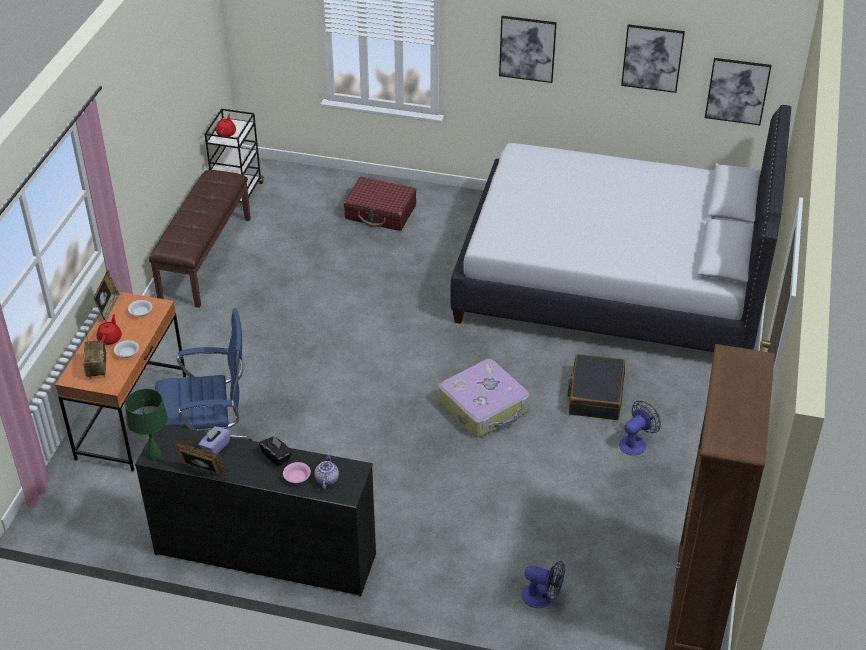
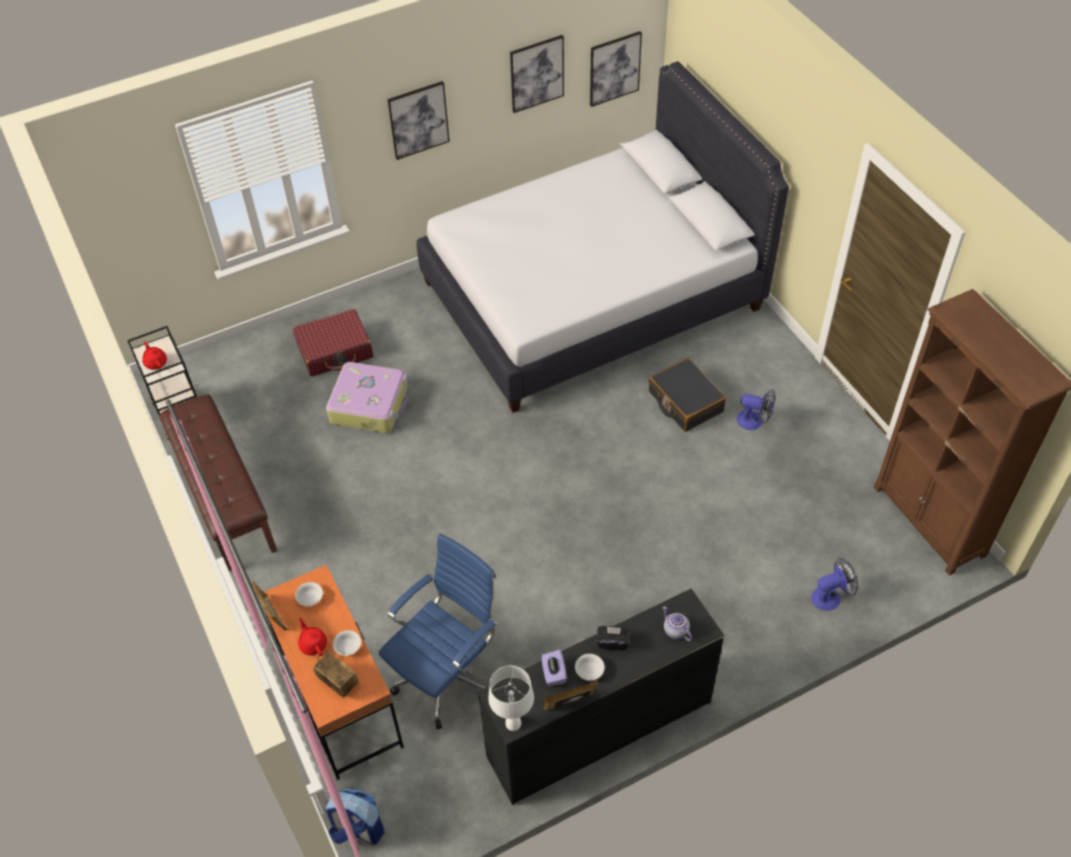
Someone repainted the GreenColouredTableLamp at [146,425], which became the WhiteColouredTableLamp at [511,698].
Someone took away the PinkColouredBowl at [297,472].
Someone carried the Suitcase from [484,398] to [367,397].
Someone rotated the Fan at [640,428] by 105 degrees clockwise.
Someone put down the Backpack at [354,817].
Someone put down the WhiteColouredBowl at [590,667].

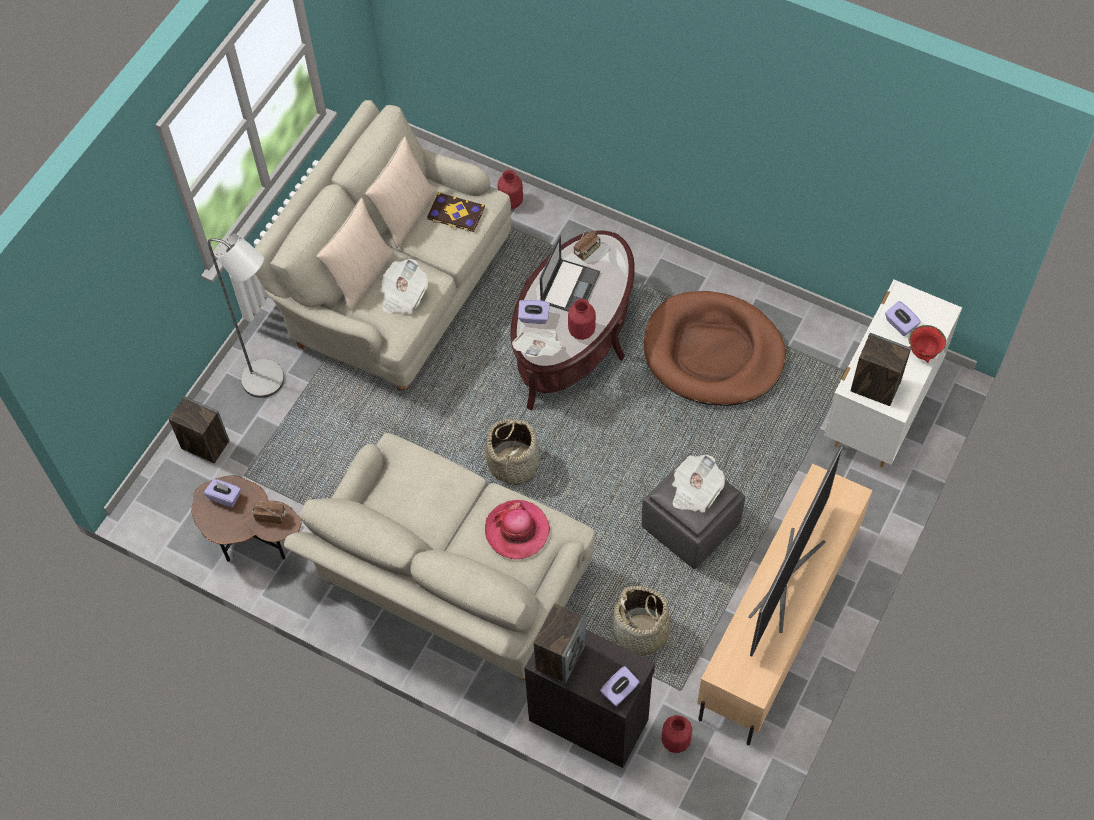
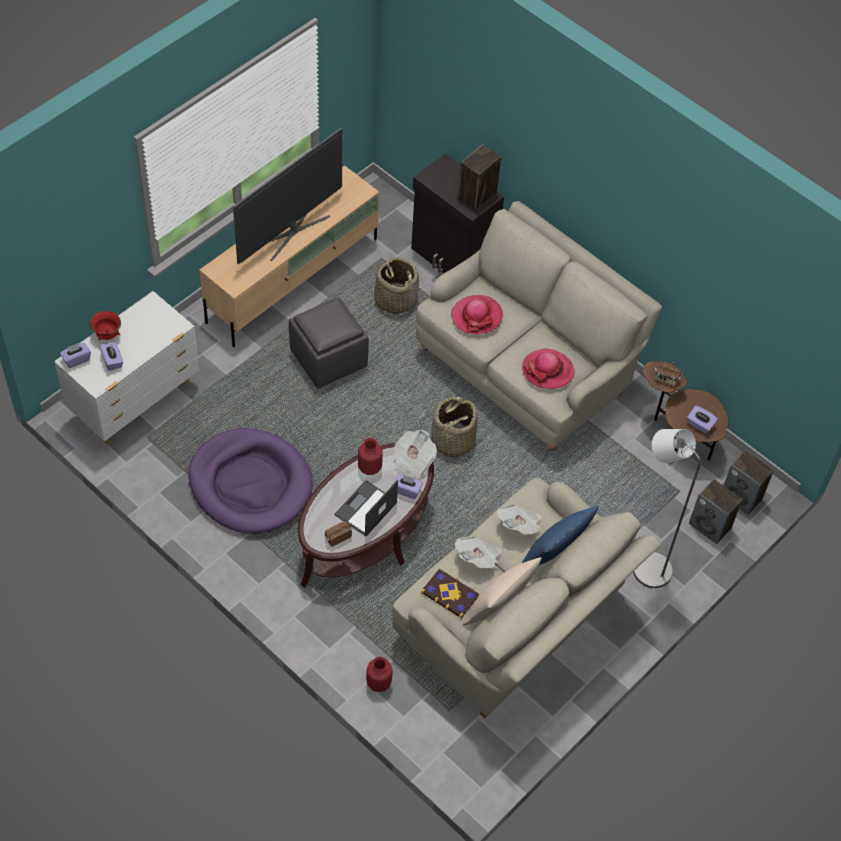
Someone repainted the BeigeColouredPillow at [355,254], which became the BluishPillow at [560,535].
Someone carried the PurpleColouredBoxOfTissues from [619,686] to [75,355].
Someone repainted the BrownishPetBed at [715,348], which became the PurpleColouredPetBed at [250,481].
Someone took away the RedDecorativeVase at [677,734].
Someone carried the DailyPaper from [698,484] to [478,552].
Someone carried the Speaker from [881,369] to [749,482].
Someone put down the WearableHat at [548,369].

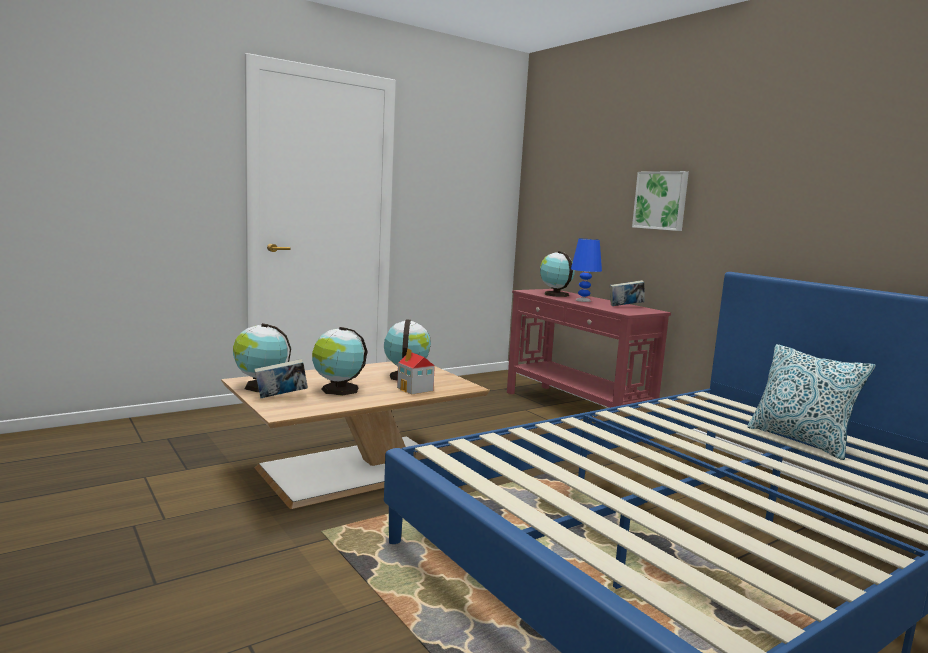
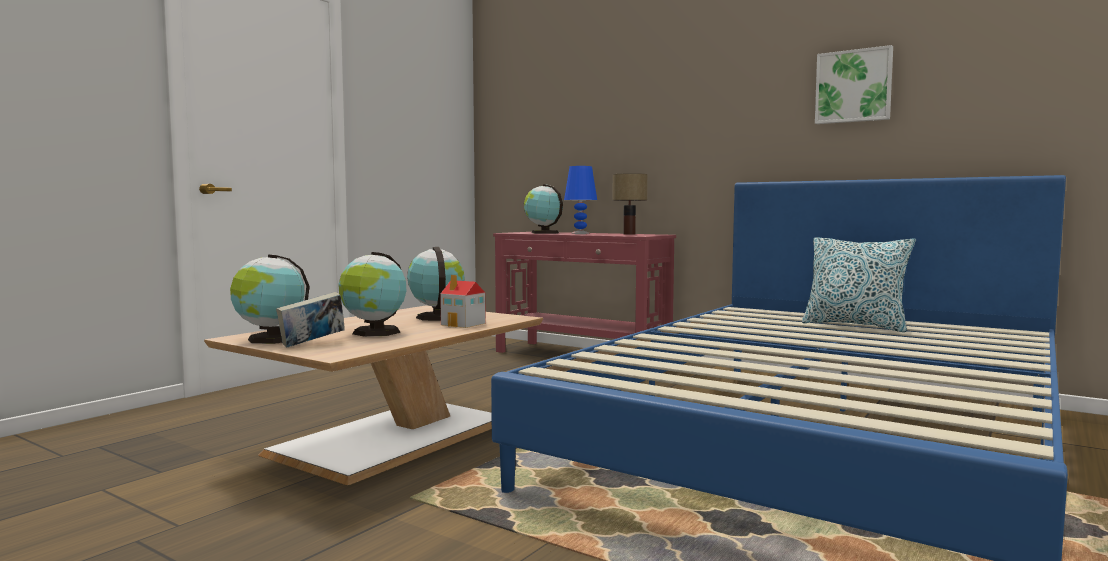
Someone swapped the BoundBook at [627,293] for the TableLamp at [629,204].
Someone carried the WallPicture from [660,201] to [854,84].

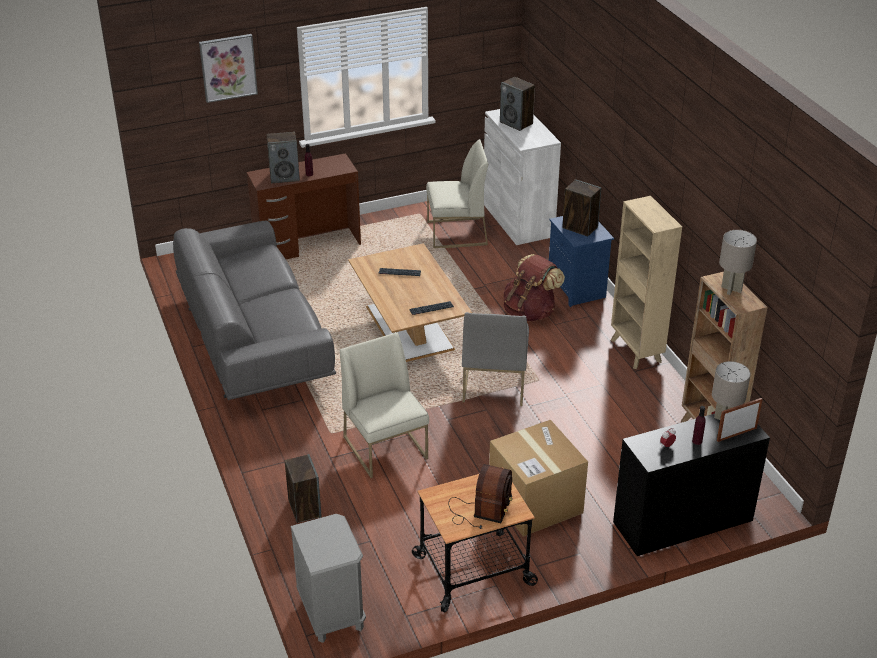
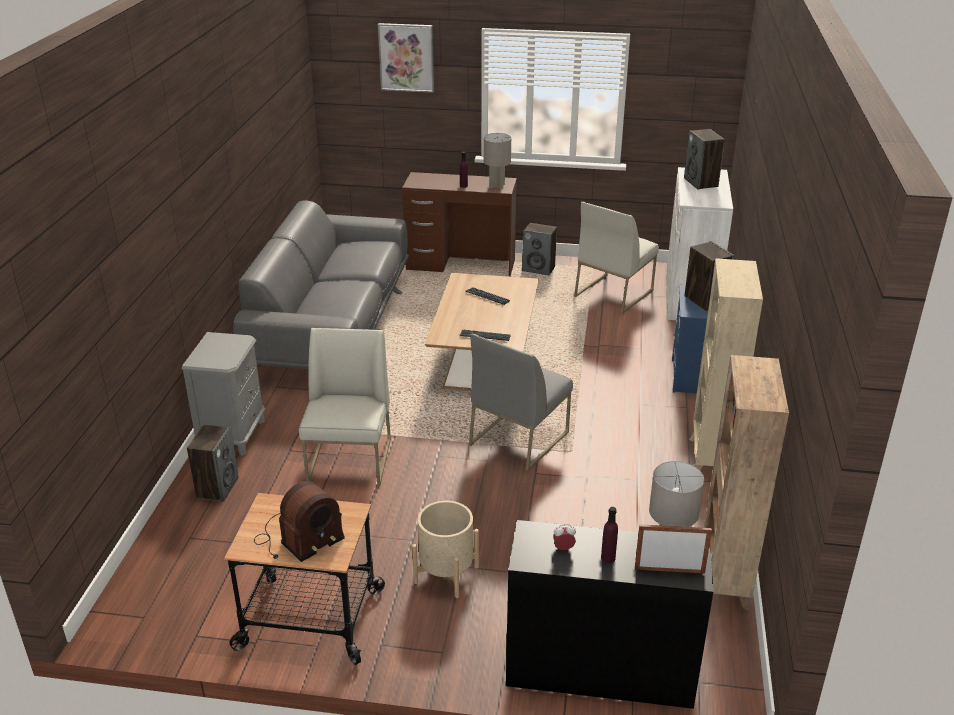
Someone carried the Speaker from [283,157] to [539,249].
Someone carried the GreyishNightTable from [328,578] to [224,394].
Someone rotated the WhiteColouredPlainChair at [457,193] by 105 degrees clockwise.
Someone swapped the Carton at [538,478] for the BeigeColouredPlanter at [445,549].
Someone took away the BrownishBackpack at [534,287].
Someone carried the GreyishTableLamp from [738,262] to [497,161].

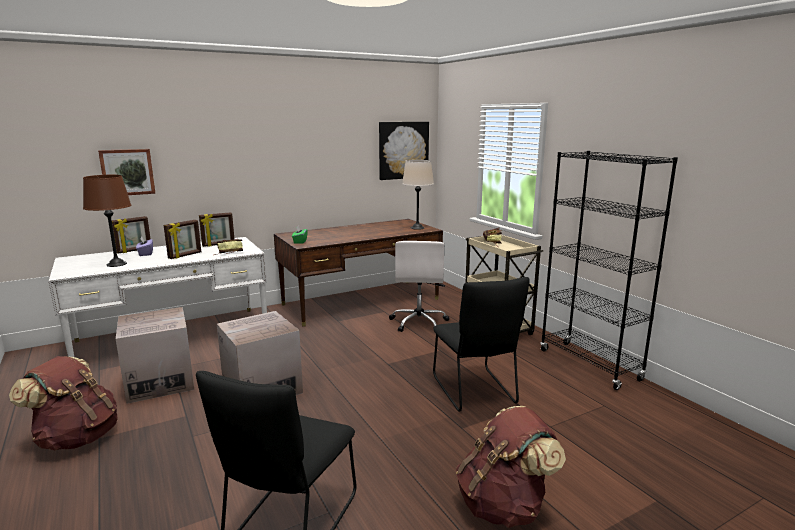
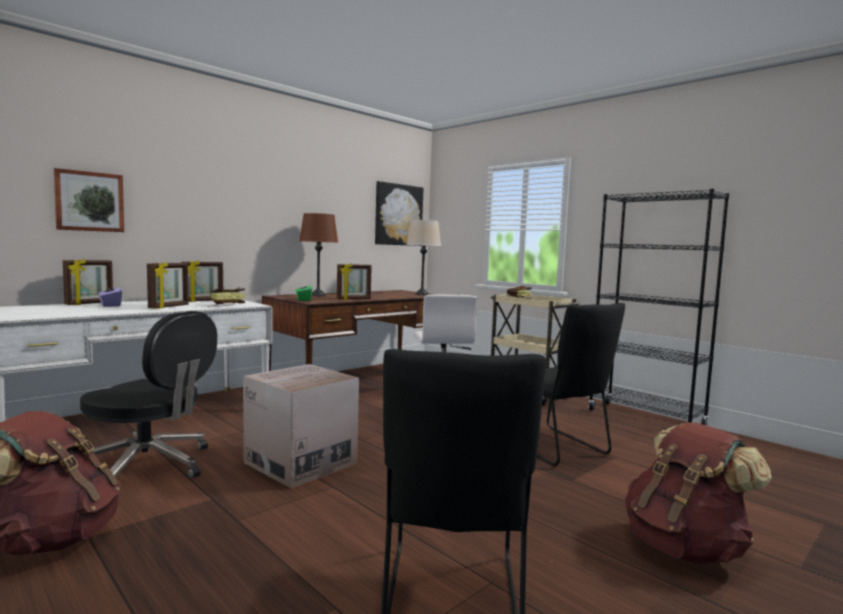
Someone carried the BrownishTableLamp from [107,221] to [318,254].
Someone swapped the Carton at [155,355] for the BlackColouredComputerChair at [148,395].
Someone put down the PictureFrame at [354,281].

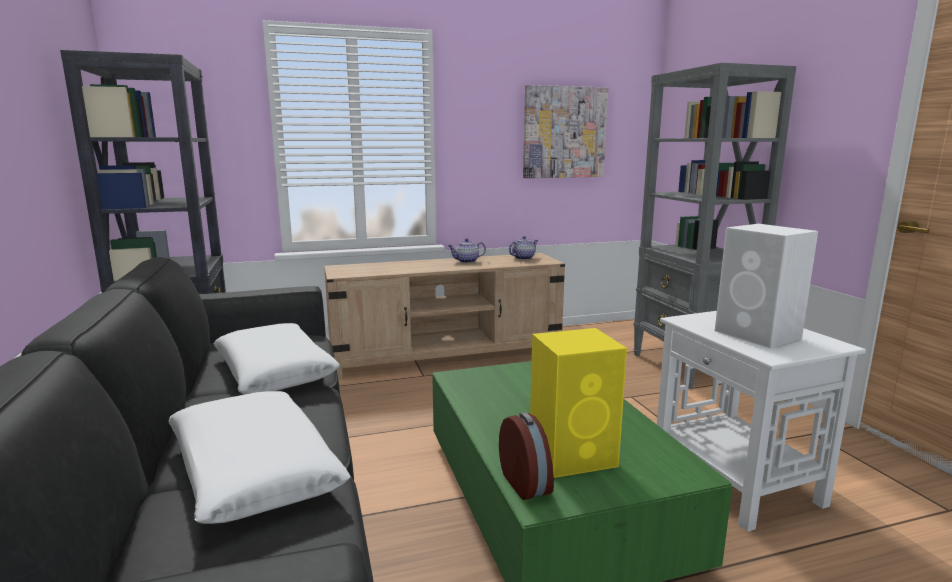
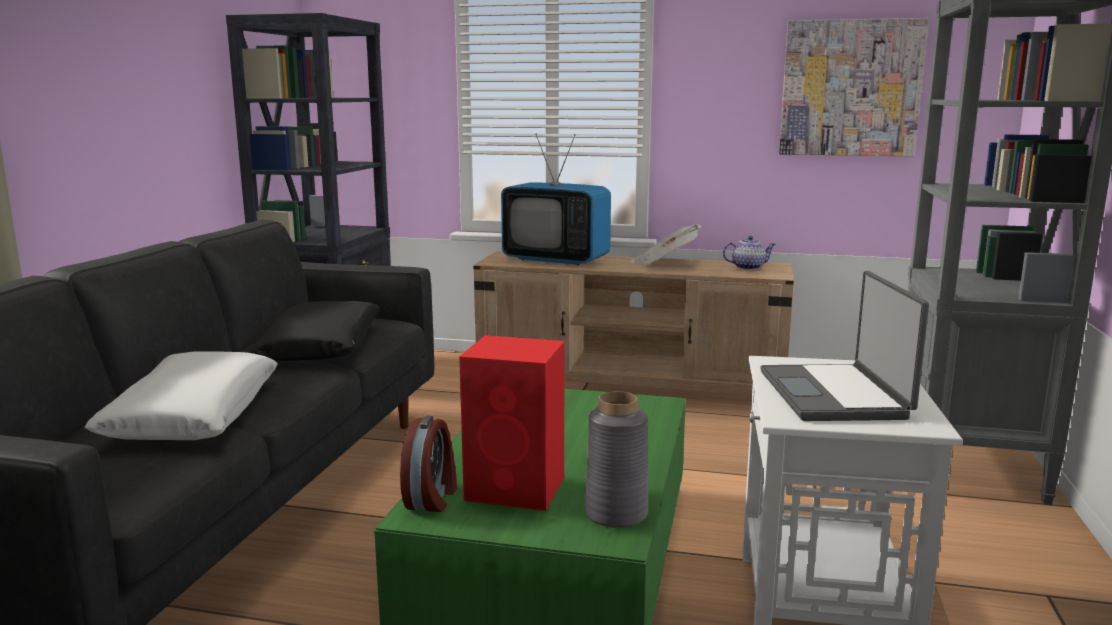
Someone repainted the WhiteColouredPillow at [277,358], which became the BlackColouredPillow at [314,331].
Someone swapped the TeaPot at [467,250] for the DailyPaper at [666,244].
Someone repainted the YellowColouredSpeaker at [578,403], which became the RedSpeaker at [512,423].
Someone swapped the WhiteColouredSpeaker at [766,286] for the Laptop at [845,346].
Someone put down the Television at [556,200].
Someone put down the GreyishDecorativeVase at [616,459].

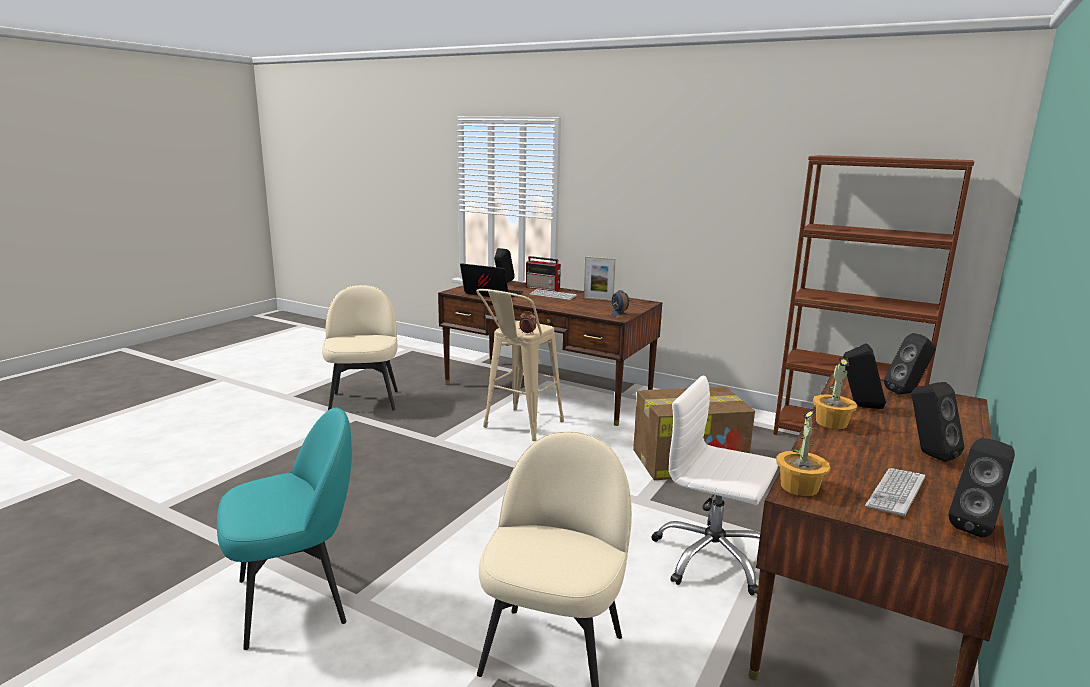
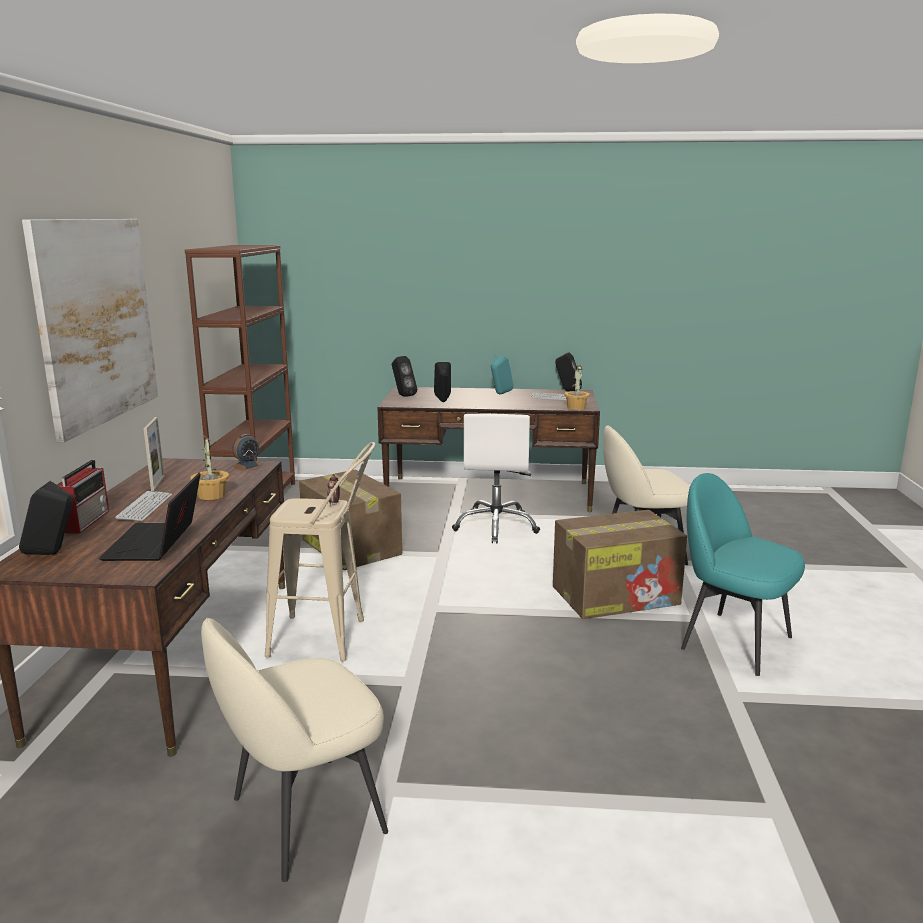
Someone carried the PottedPlant from [835,393] to [209,468].
Someone repainted the BlackColouredSpeaker at [938,422], which became the TurquoiseColouredSpeaker at [502,375].
Someone put up the WallPicture at [90,330].
Someone put down the Carton at [620,564].

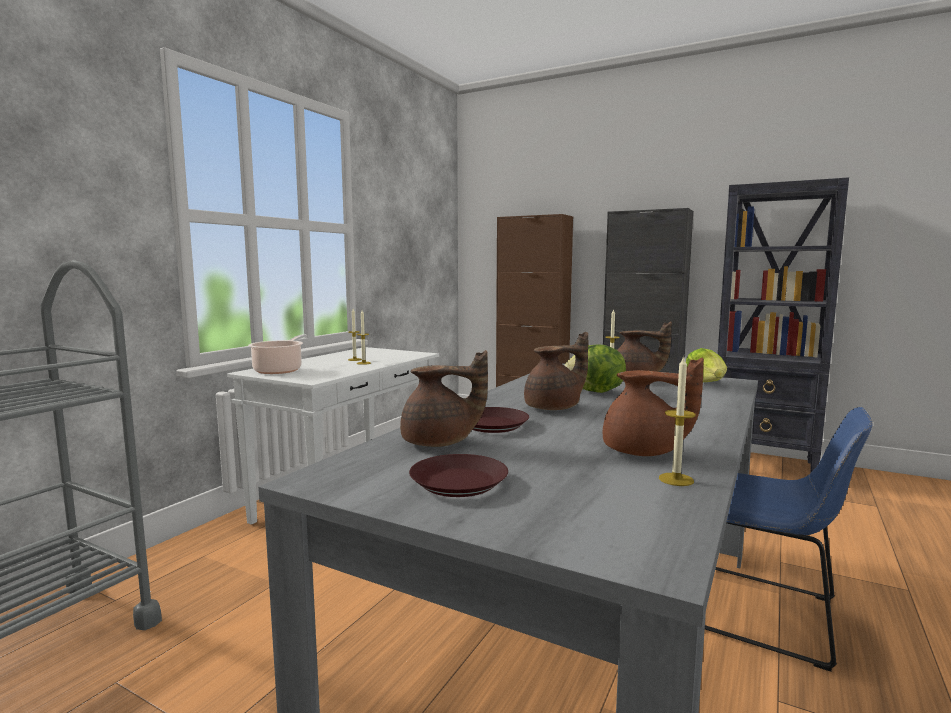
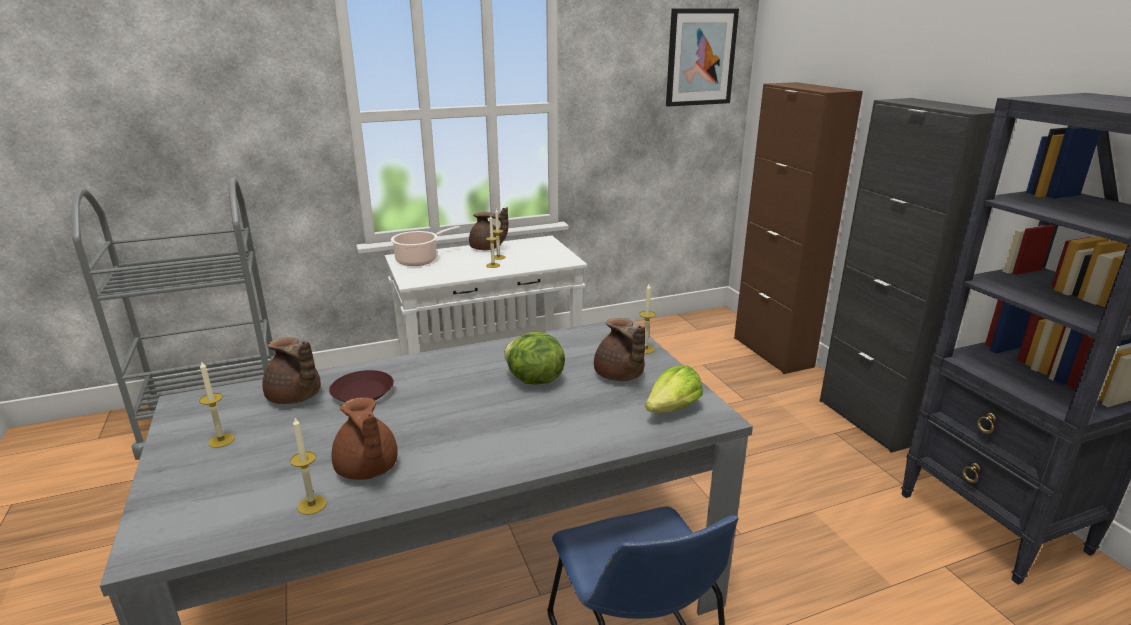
Someone swapped the BrownishPlate at [458,475] for the Candle at [217,405].
Someone carried the BrownishTeaPot from [556,371] to [488,228].
Someone put up the WallPicture at [702,57].

